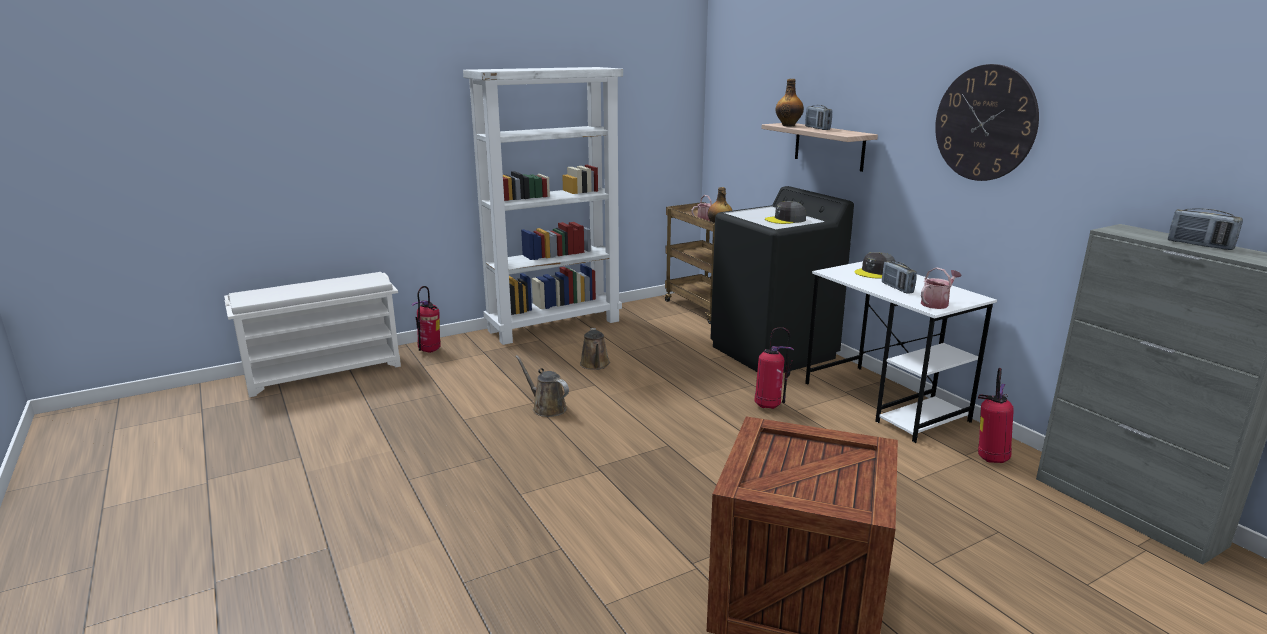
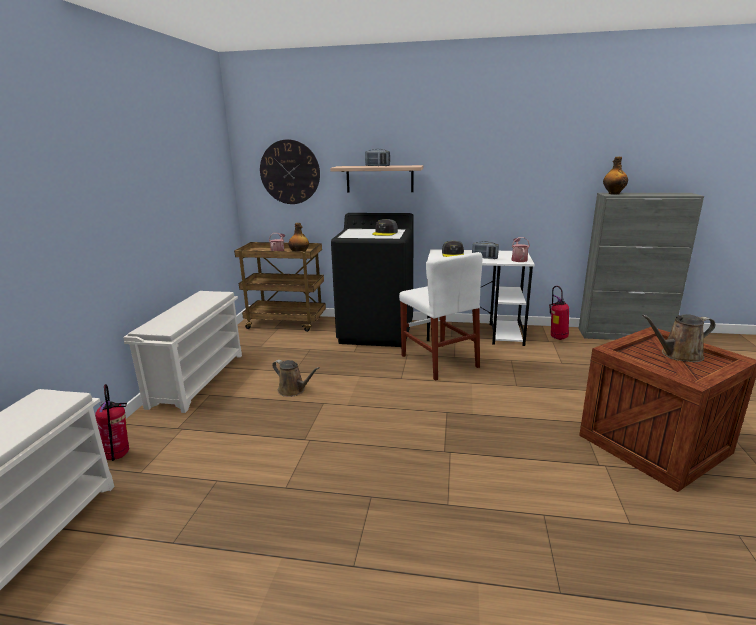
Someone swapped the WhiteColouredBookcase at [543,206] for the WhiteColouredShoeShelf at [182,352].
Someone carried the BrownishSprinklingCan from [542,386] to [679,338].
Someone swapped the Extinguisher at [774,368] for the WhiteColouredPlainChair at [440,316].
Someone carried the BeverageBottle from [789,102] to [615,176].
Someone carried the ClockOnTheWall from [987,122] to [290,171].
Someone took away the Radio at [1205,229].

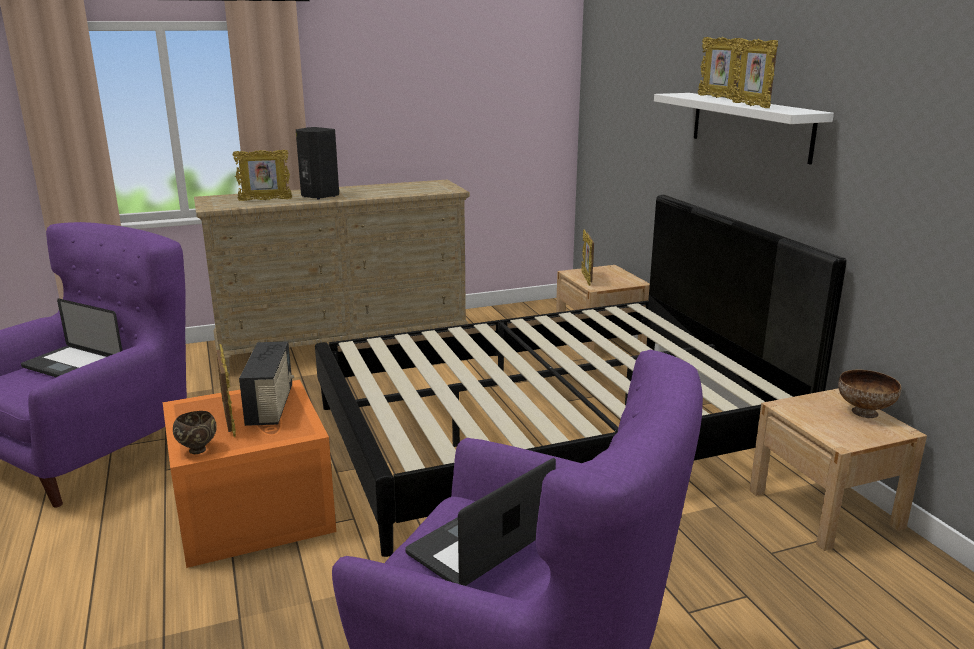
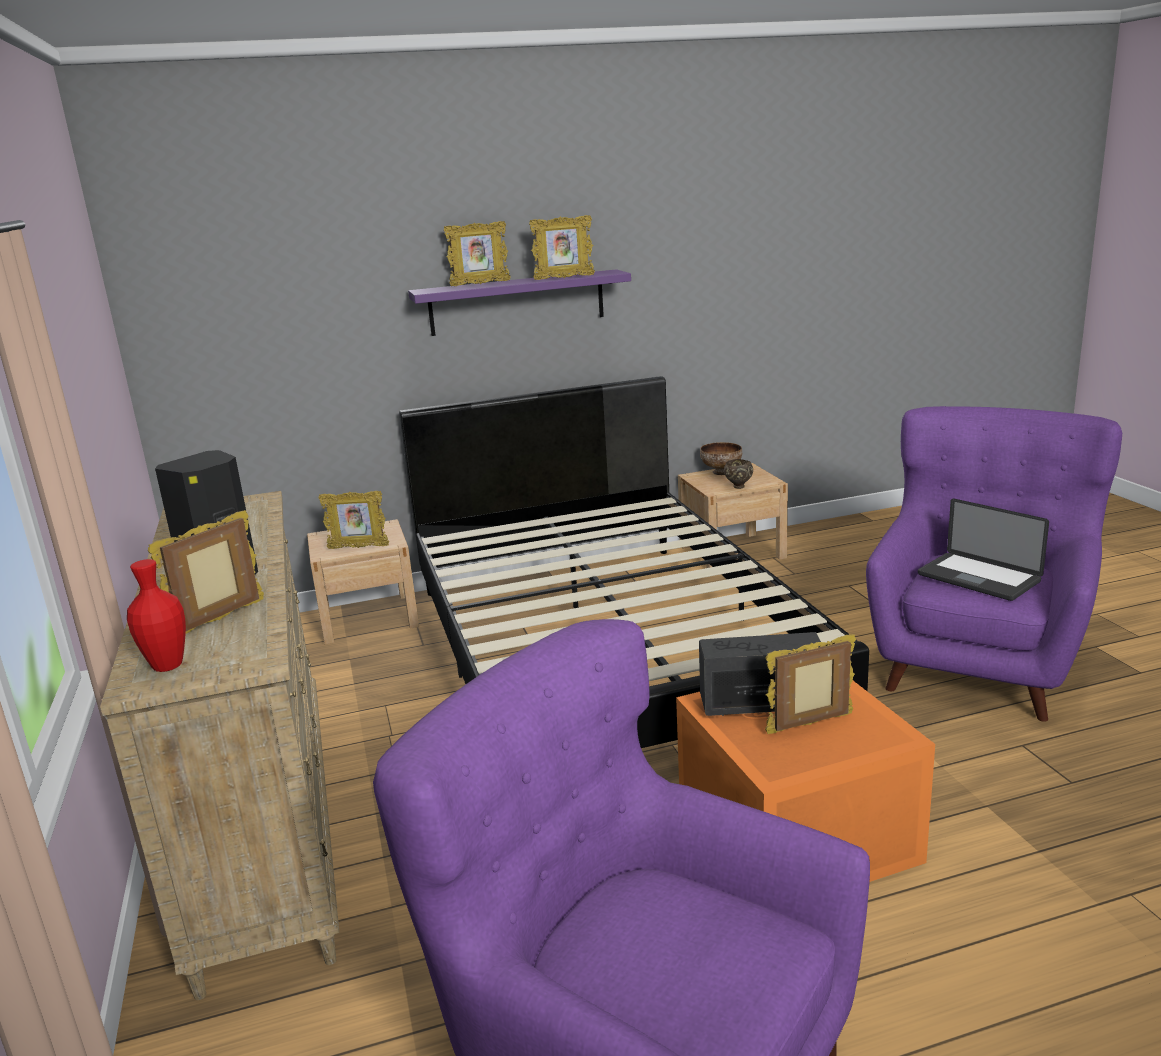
Someone took away the Laptop at [71,338].
Someone carried the BrownishBowl from [195,432] to [738,474].
Someone rotated the PictureFrame at [262,175] by 135 degrees counterclockwise.
Someone repainted the WhiteColouredWallShelf at [744,129], which became the PurpleColouredWallShelf at [519,302].
Someone put down the RedDecorativeVase at [156,615].

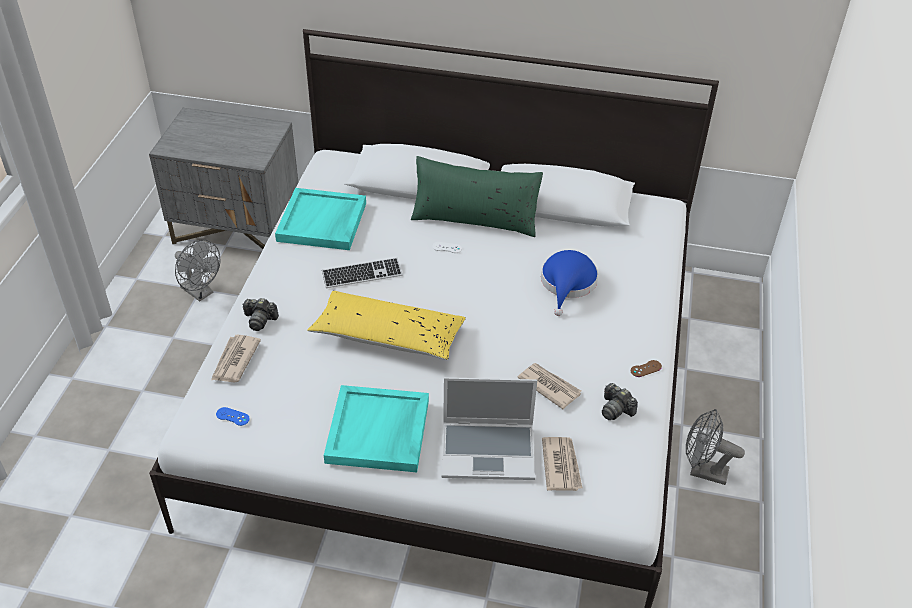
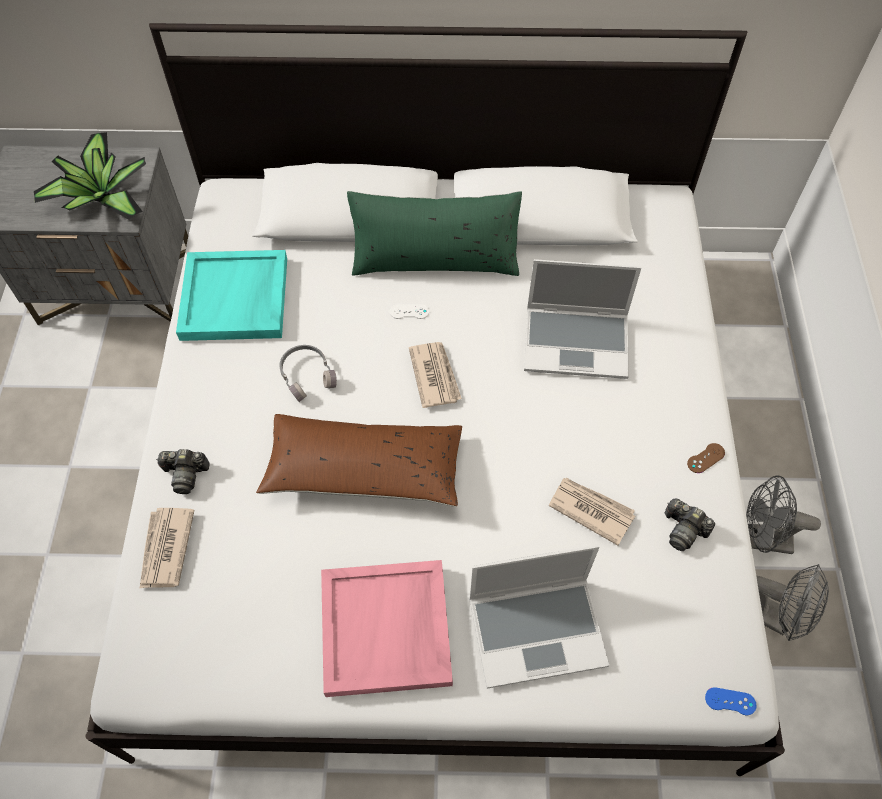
Someone carried the GreyishFan from [198,270] to [792,602].
Someone carried the BluishJoypad from [233,416] to [731,701].
Someone repainted the YellowColouredPillow at [386,325], which became the BrownishPillow at [359,460].
Someone swapped the PcKeyboard at [362,273] for the GreyishPairOfHeadphones at [308,373].
Someone repainted the TurquoiseColouredTray at [376,428], which became the PinkColouredTray at [387,628].
Someone swapped the BluishWearableHat at [569,283] for the Laptop at [582,319].
Someone carried the DailyPaper from [562,464] to [435,375].
Someone put down the PottedPlant at [90,176].

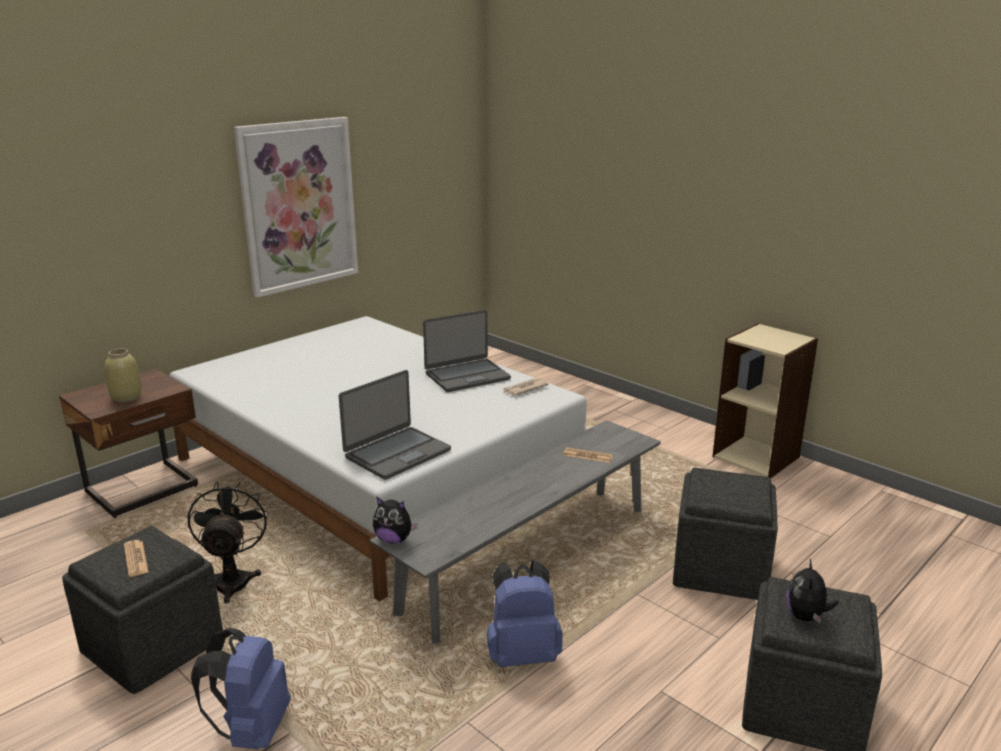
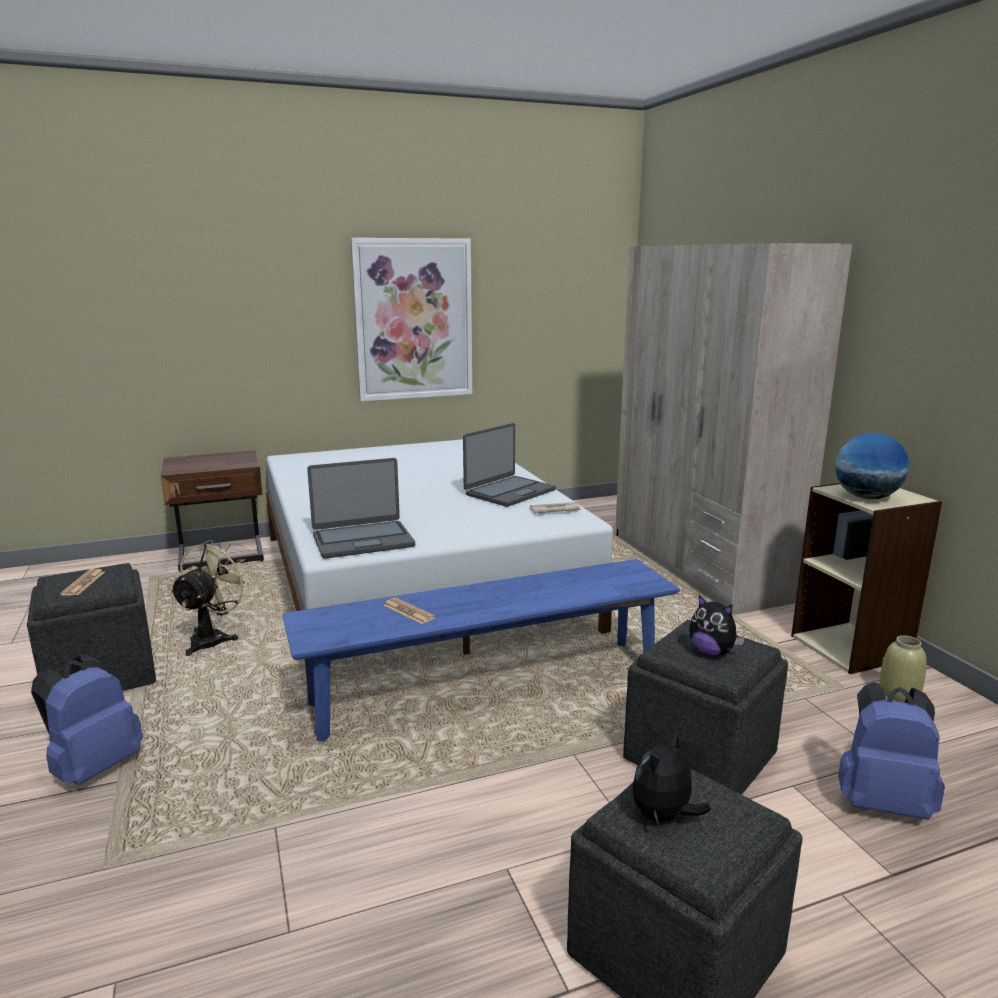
Someone carried the BeigeColouredDecorativeVase from [123,375] to [903,669].
Someone repainted the BlackColouredFan at [228,543], which became the BeigeColouredFan at [211,598].
Someone repainted the GreyishIndoorBench at [515,532], which became the BluishIndoorBench at [481,650].
Someone carried the CuddlyToy from [395,520] to [717,625].
Someone rotated the Laptop at [467,351] by 45 degrees counterclockwise.
Someone carried the BluishBackpack from [525,613] to [891,751].
Someone carried the DailyPaper from [588,455] to [409,611].
Someone put down the BeigeColouredArmoire at [733,429].
Someone put down the Globe at [872,466].

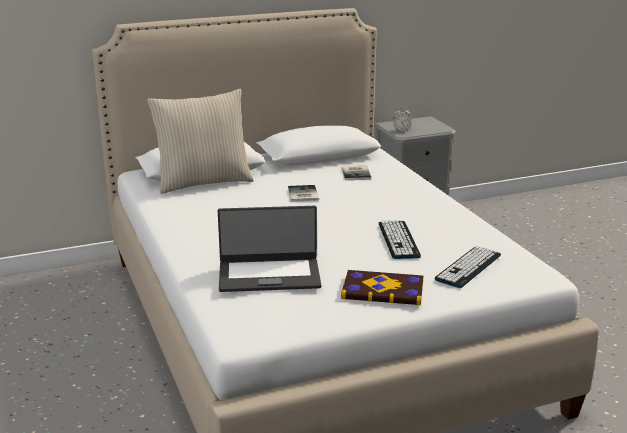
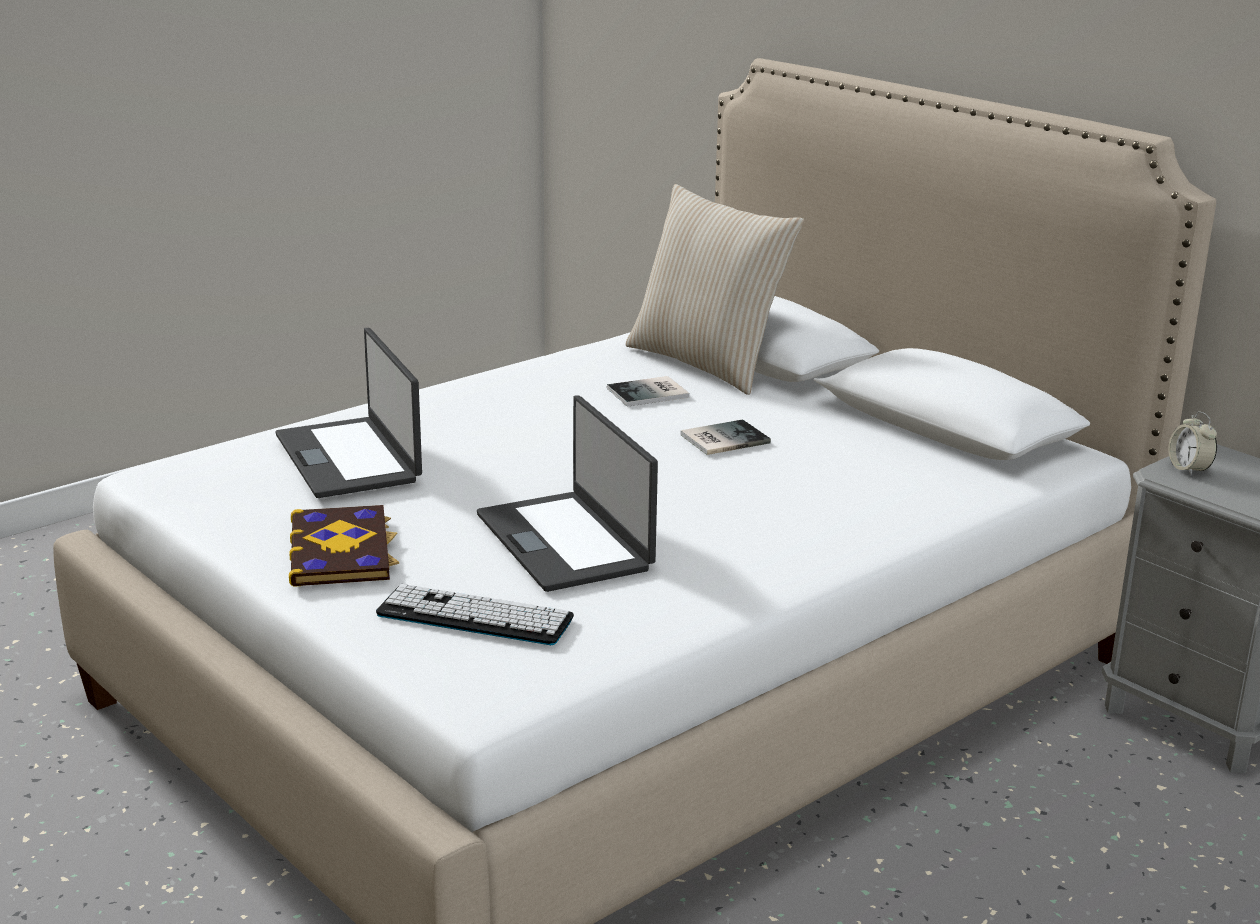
Someone carried the BoundBook from [356,173] to [648,391].
Someone swapped the PcKeyboard at [400,239] for the Laptop at [567,493].

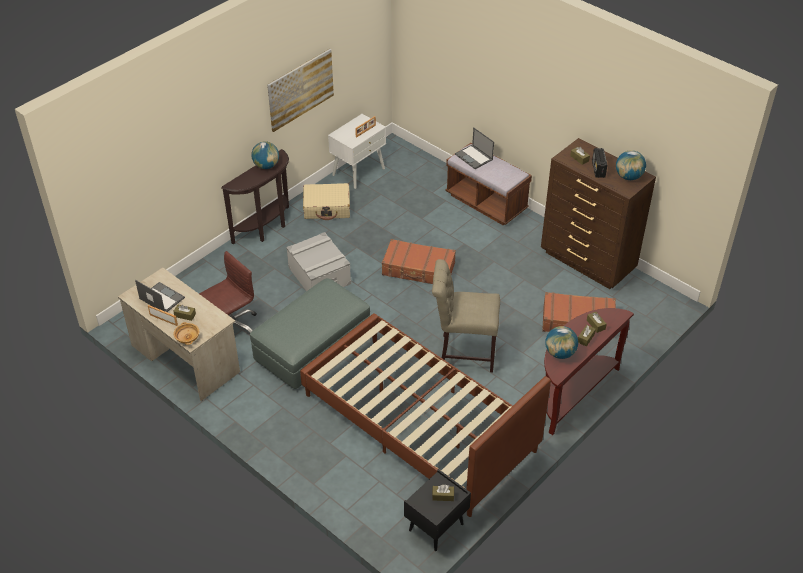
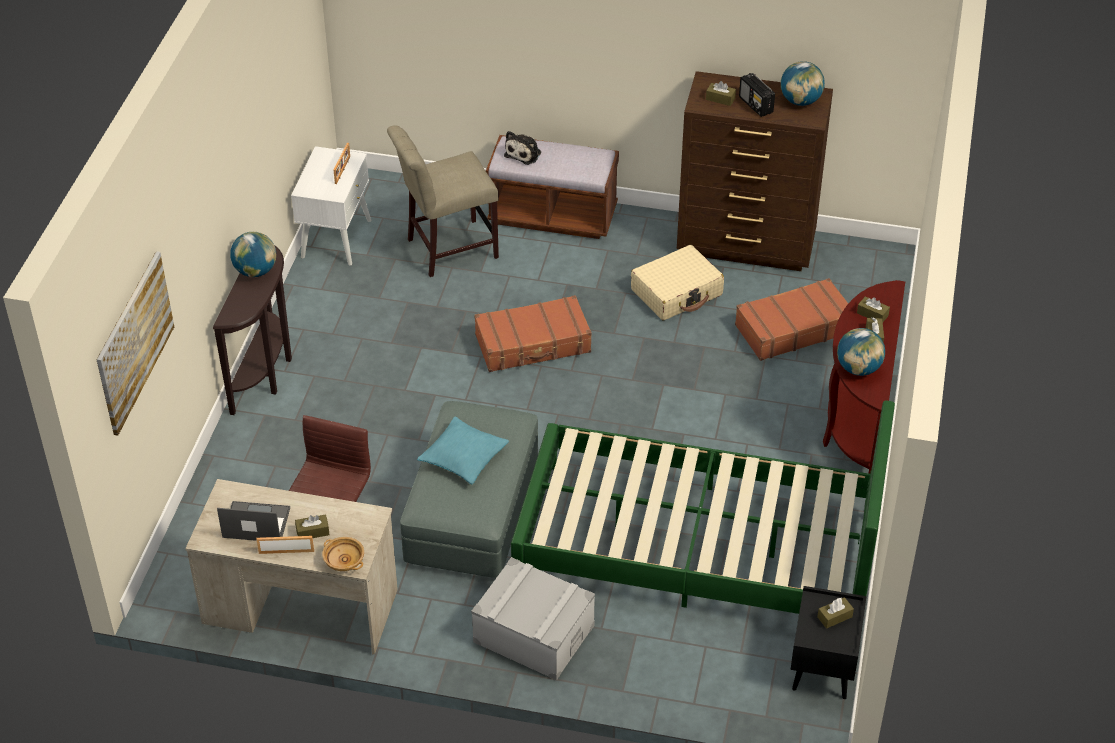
Someone carried the WallPicture from [300,90] to [135,343].
Someone carried the GreyishStorageContainer from [318,261] to [533,619].
Someone repainted the BrownishSleepingBed at [425,415], which became the GreenColouredSleepingBed at [703,507].
Someone carried the BeigeColouredSuitcase from [326,201] to [677,282].
Someone carried the BeigeColouredPlainChair from [466,315] to [443,201].
Someone swapped the Laptop at [474,148] for the CuddlyToy at [522,148].
Someone put down the TurquoiseColouredPillow at [463,450].

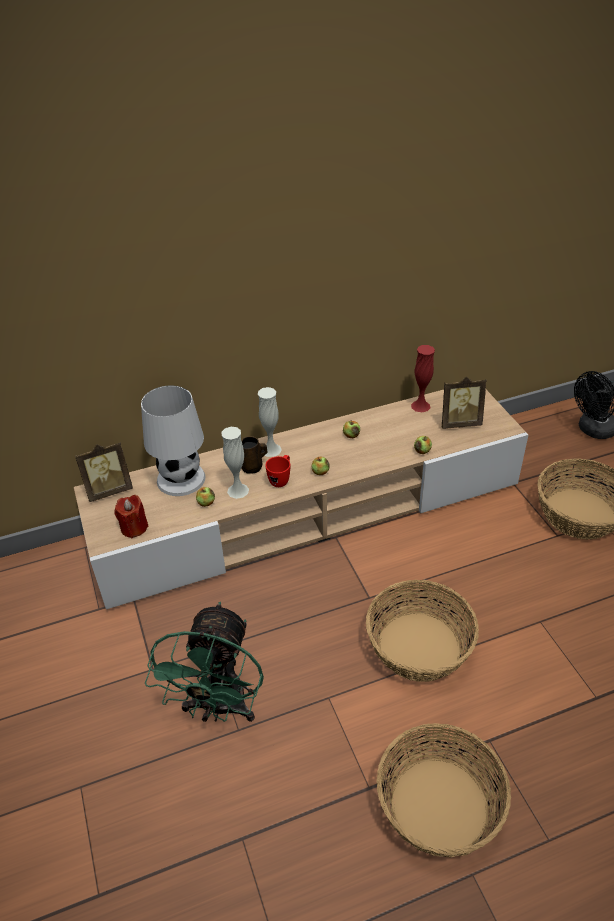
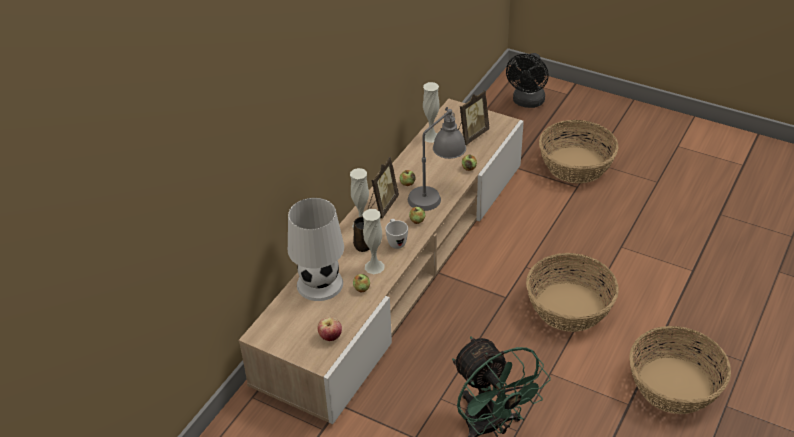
Someone carried the PictureFrame from [104,472] to [383,188].
Someone swapped the RedCandle at [131,516] for the AppleFruit at [330,329].
Someone repainted the RedTeaMug at [277,471], which became the WhiteColouredTeaMug at [396,234].
Someone repainted the RedDecorativeVase at [423,378], which became the WhiteColouredDecorativeVase at [431,112].
Someone put down the GreyishTableLamp at [437,159].

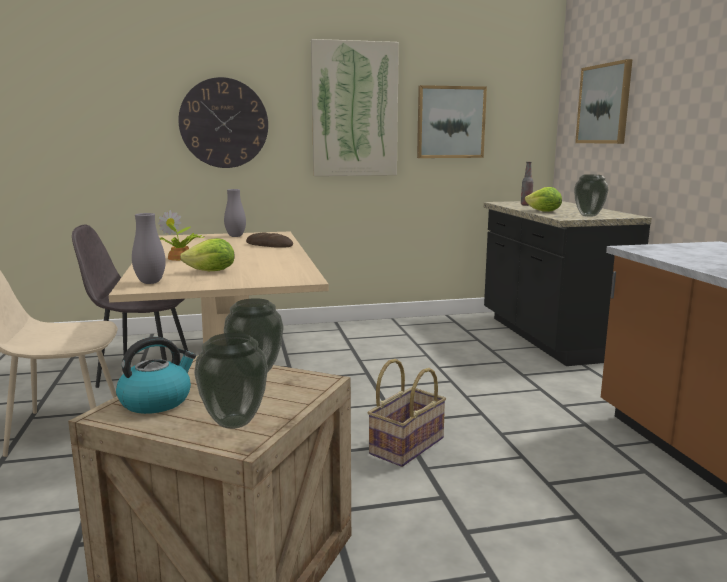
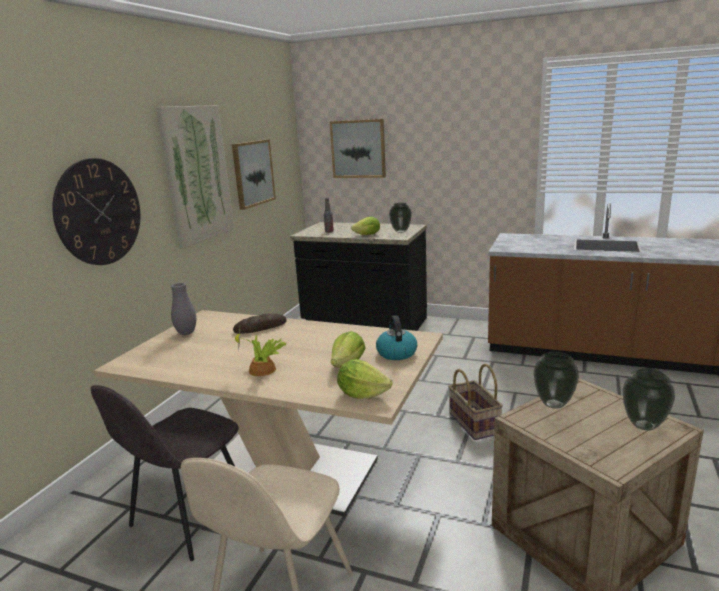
Someone carried the Kettle from [156,375] to [396,337].
Someone swapped the GreyishDecorativeVase at [149,248] for the HeadOfLettuce at [364,379].

